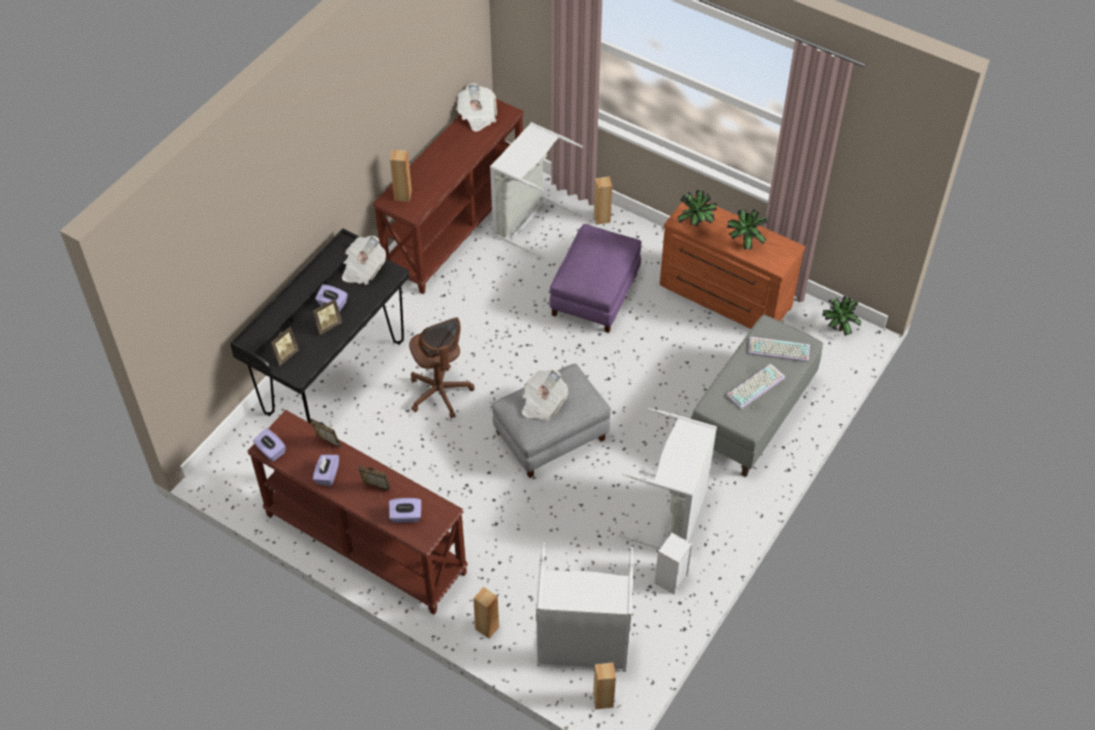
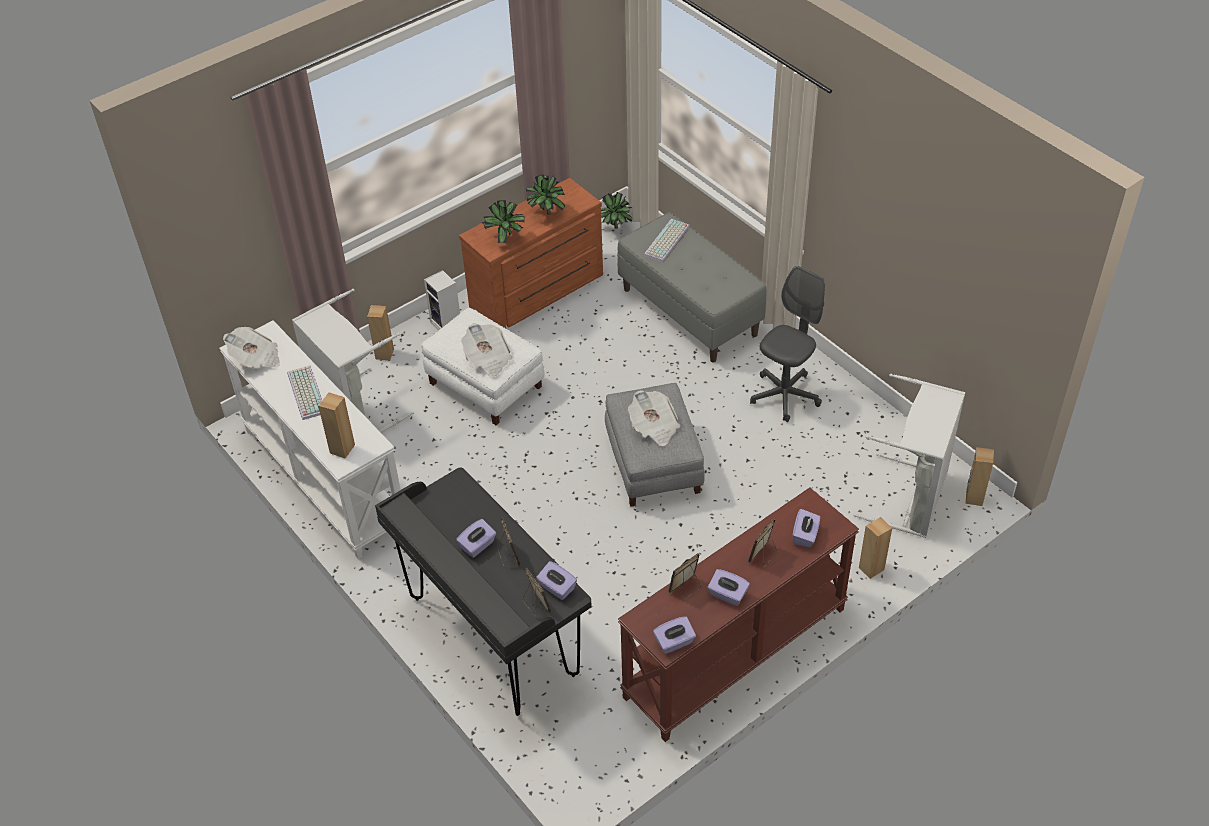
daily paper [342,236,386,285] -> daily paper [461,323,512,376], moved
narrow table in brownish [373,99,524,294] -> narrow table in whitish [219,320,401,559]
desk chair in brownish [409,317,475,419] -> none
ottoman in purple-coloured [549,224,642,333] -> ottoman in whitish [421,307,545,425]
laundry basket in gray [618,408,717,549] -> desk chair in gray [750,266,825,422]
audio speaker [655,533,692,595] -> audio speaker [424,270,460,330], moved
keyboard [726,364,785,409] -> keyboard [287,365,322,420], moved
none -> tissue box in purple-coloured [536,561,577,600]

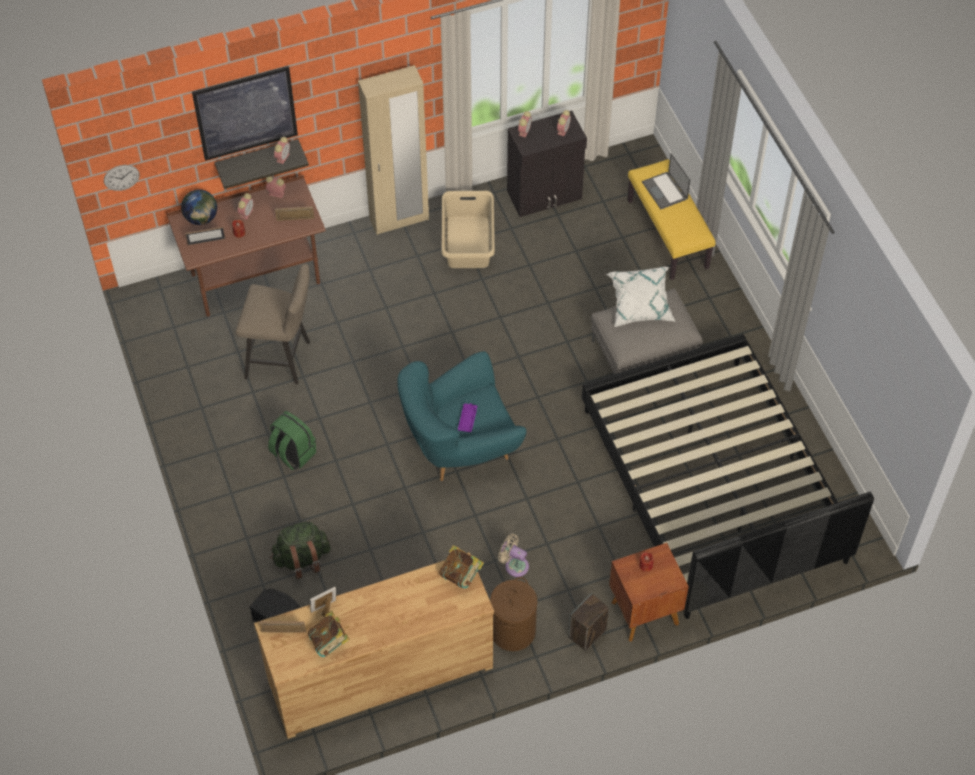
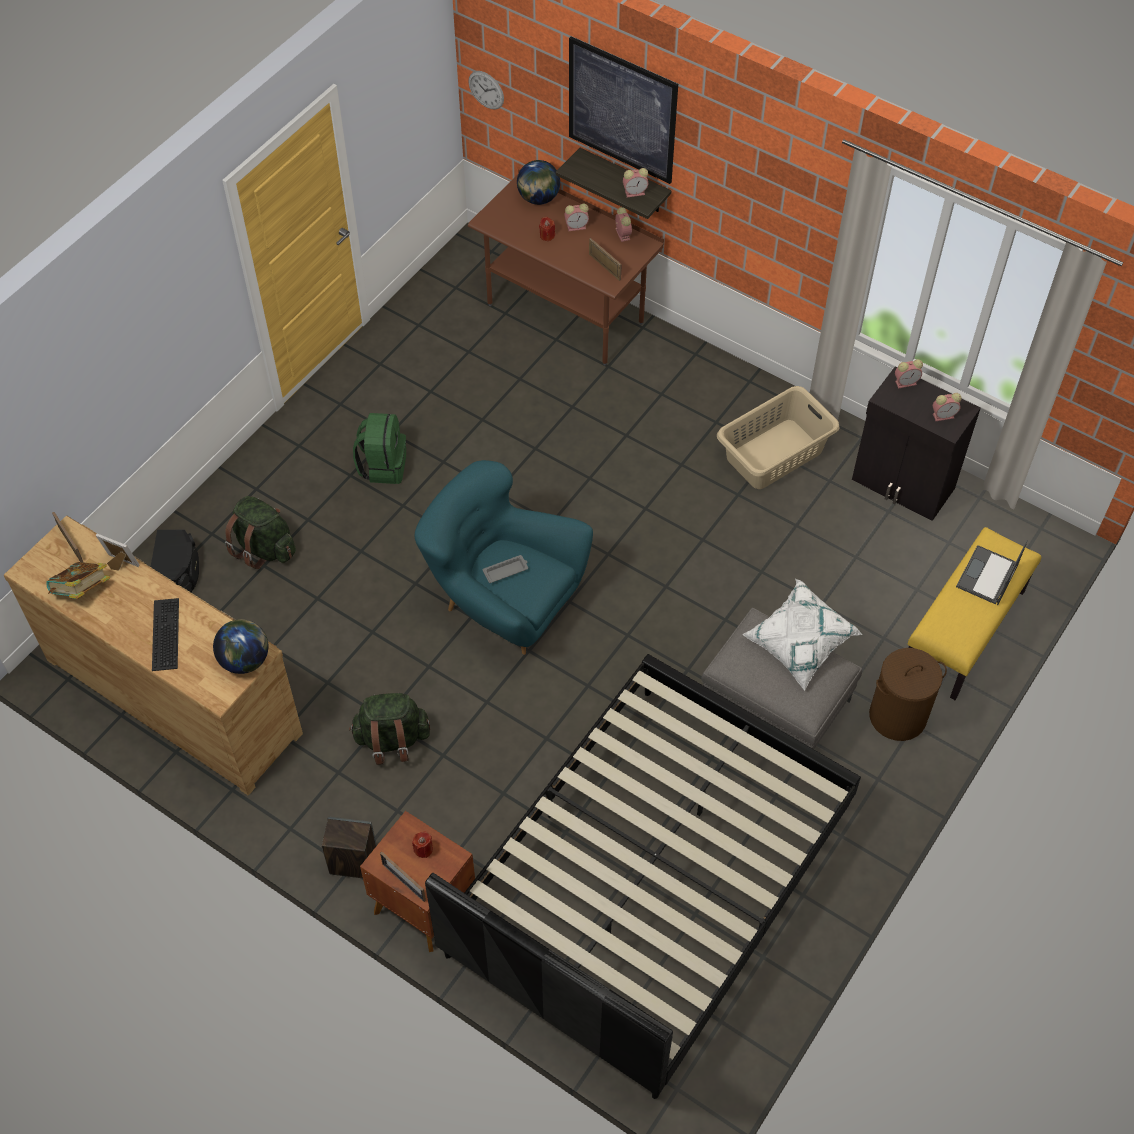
standing frame [185,227,225,245] -> standing frame [380,852,426,902], moved
stool in sand-coloured [236,264,310,384] -> none
armoire in sand-coloured [358,65,429,235] -> none
book [439,545,484,588] -> desk globe [213,619,268,674]
carrying tray in purple-coloured [458,403,477,432] -> carrying tray in gray [482,555,528,583]
laundry basket in brownish [490,577,537,651] -> laundry basket in brownish [869,648,947,741], moved
electric fan in sand-coloured [498,534,529,577] -> rucksack in green-coloured [349,693,430,765]
none -> keyboard [152,598,179,671]

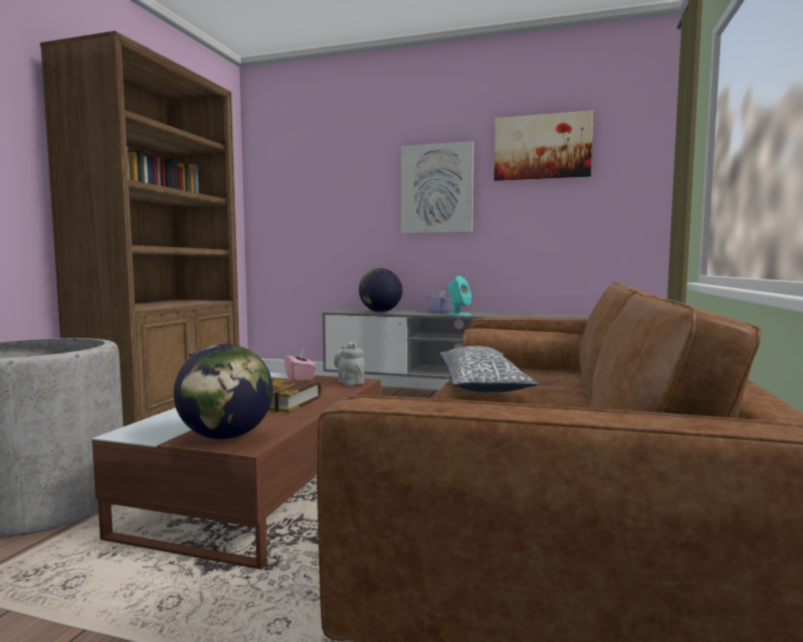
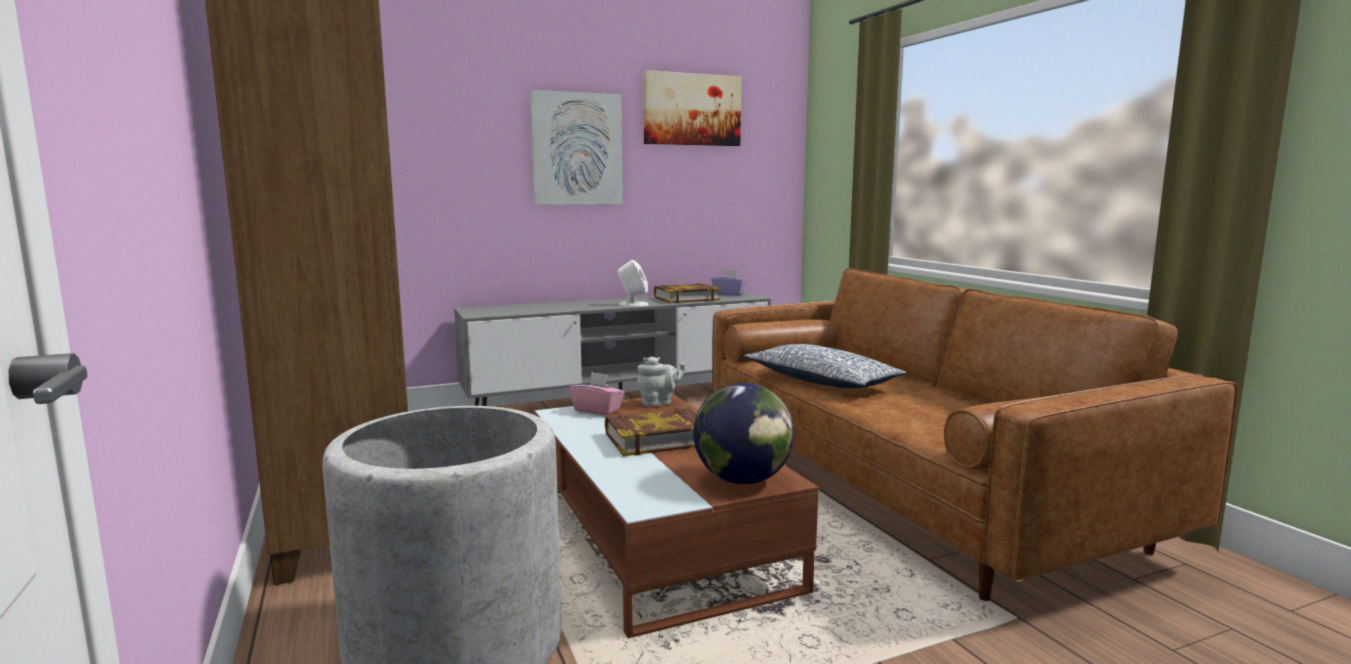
pot for tea in gray [334,341,365,386] -> pot for tea in gray [637,356,686,407], 135 degrees clockwise
desk globe [359,268,403,312] -> none
tissue box in purple-coloured [426,290,454,313] -> tissue box in purple-coloured [711,270,746,296], moved
audio speaker in turquoise-coloured [447,276,472,316] -> audio speaker in whitish [618,260,649,306]
none -> book [654,283,720,303]

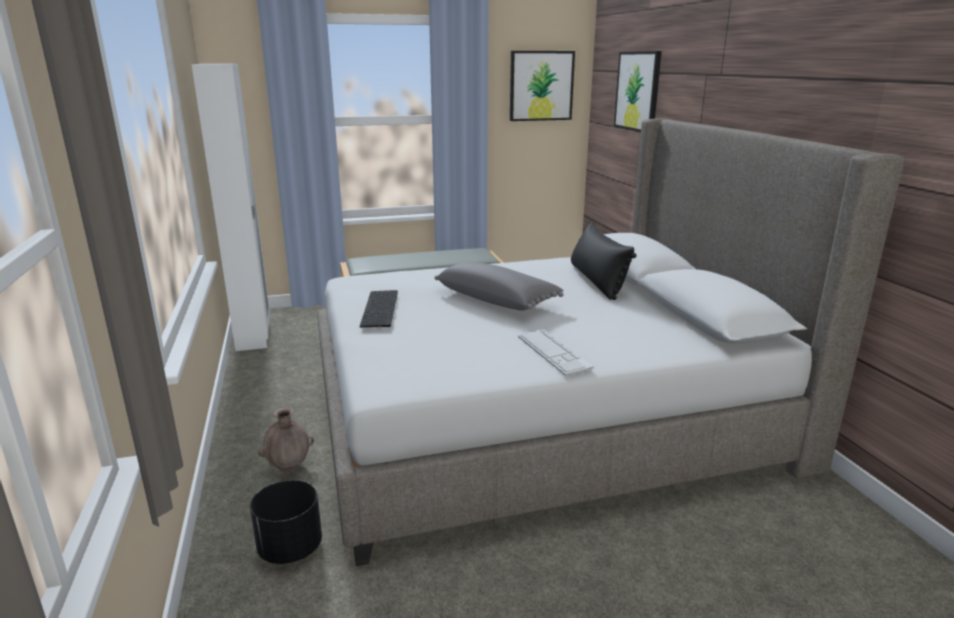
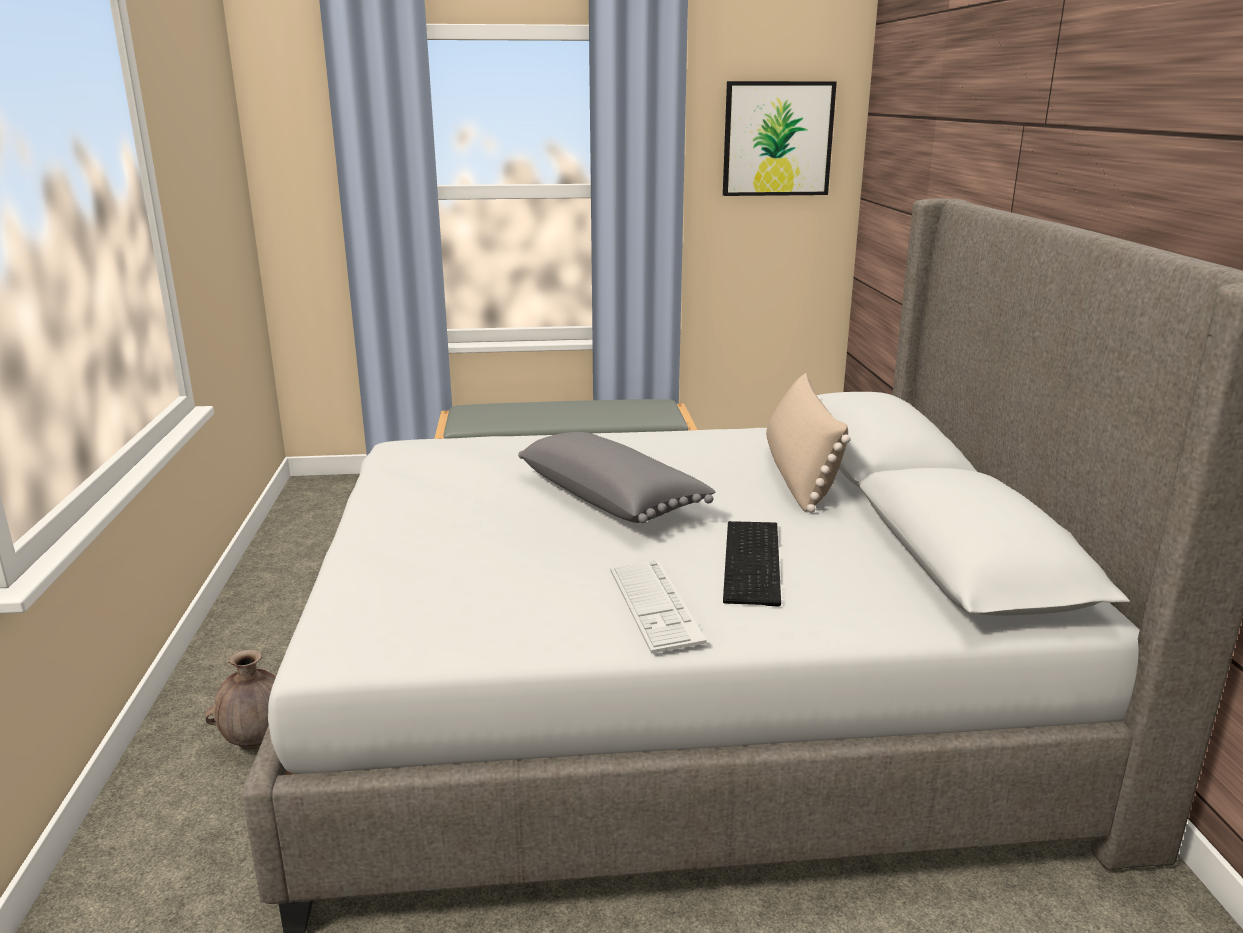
armoire in whitish [191,64,270,351] -> none
flower pot in black-coloured [250,480,322,564] -> none
keyboard [360,290,398,328] -> keyboard [723,521,781,607], moved
throw pillow in black-coloured [571,222,637,300] -> throw pillow in sand-coloured [766,373,851,513]
picture [614,51,662,132] -> none

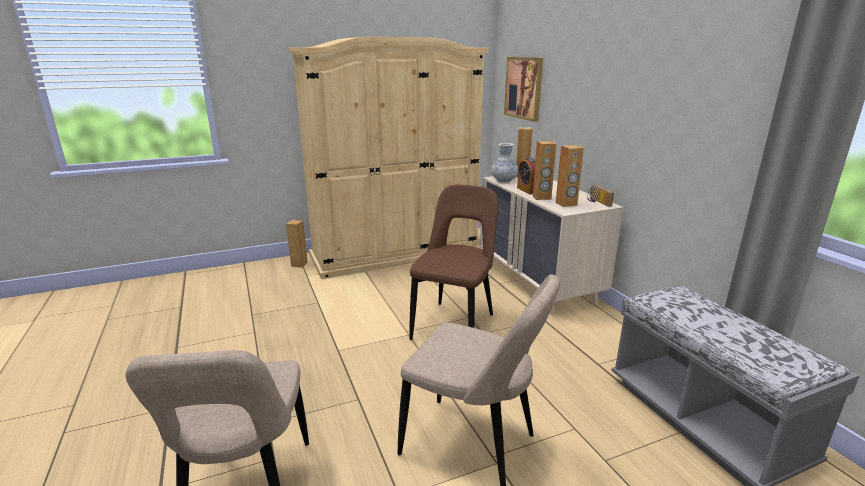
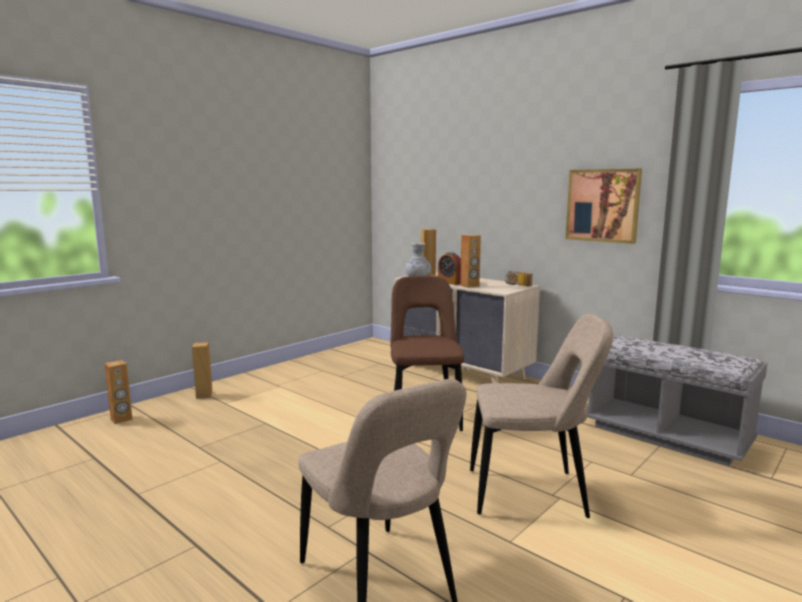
armoire in sand-coloured [289,37,489,279] -> none
picture [504,57,543,122] -> picture [565,169,642,244], moved
audio speaker in brownish [556,145,584,207] -> audio speaker in brownish [104,360,133,424], moved

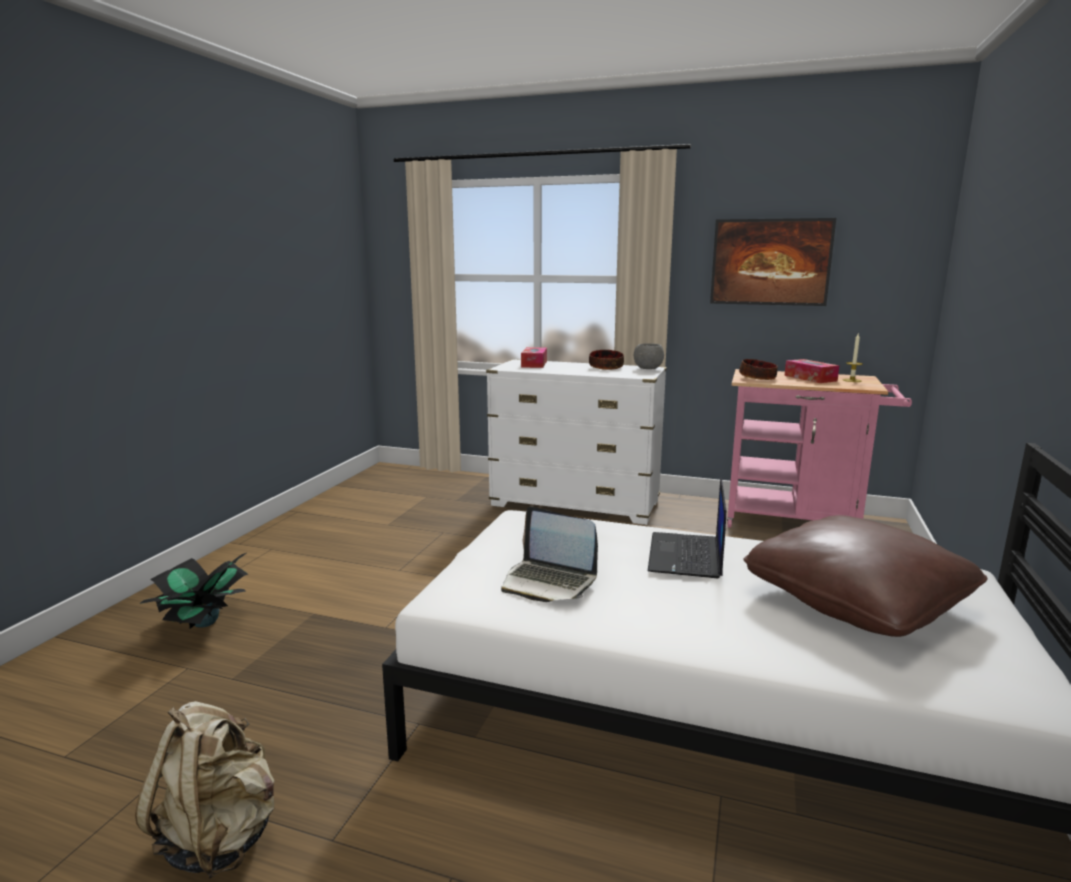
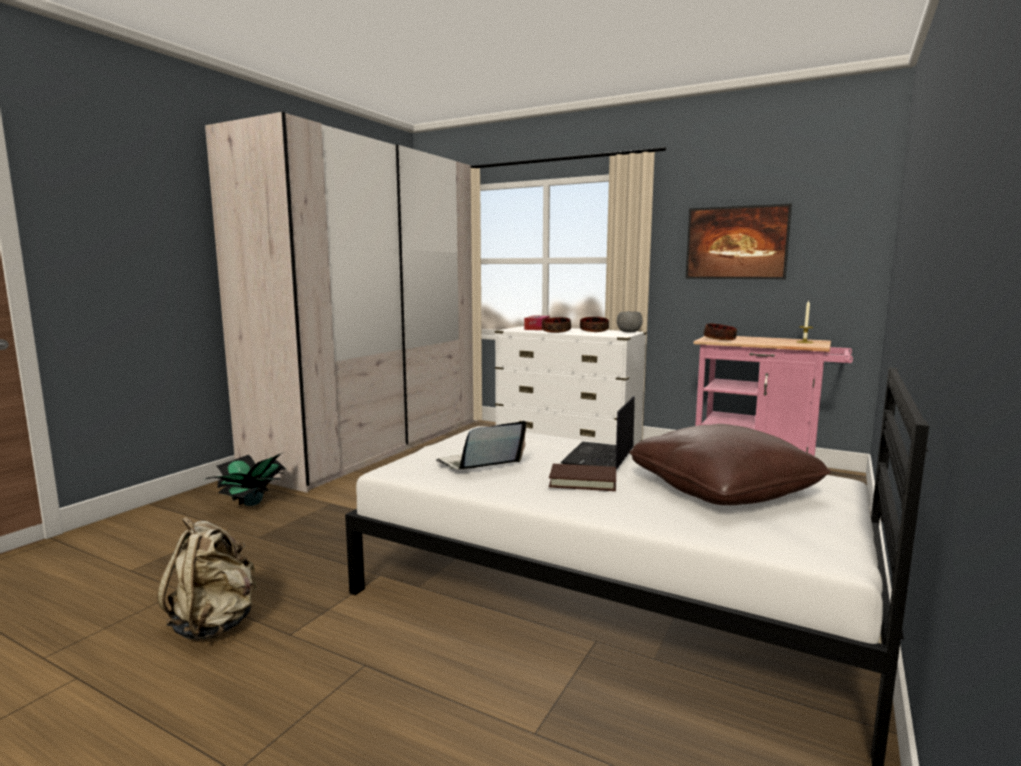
notebook computer [501,506,598,602] -> notebook computer [436,421,527,469], 105 degrees clockwise
tissue box [784,359,839,383] -> none
none -> armoire in sand-coloured [205,112,478,493]
none -> serving bowl [542,317,571,333]
none -> book in brownish [549,464,616,491]

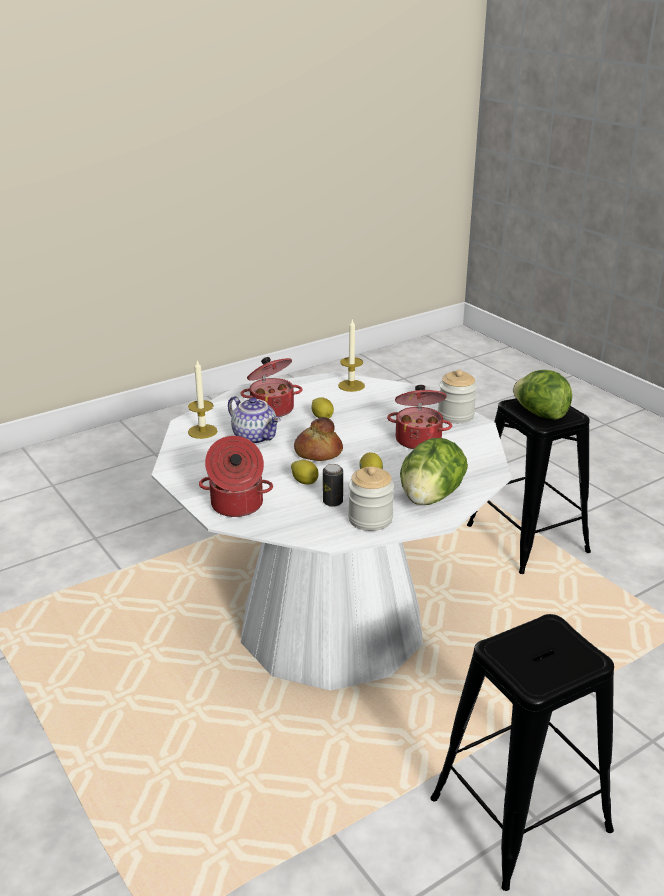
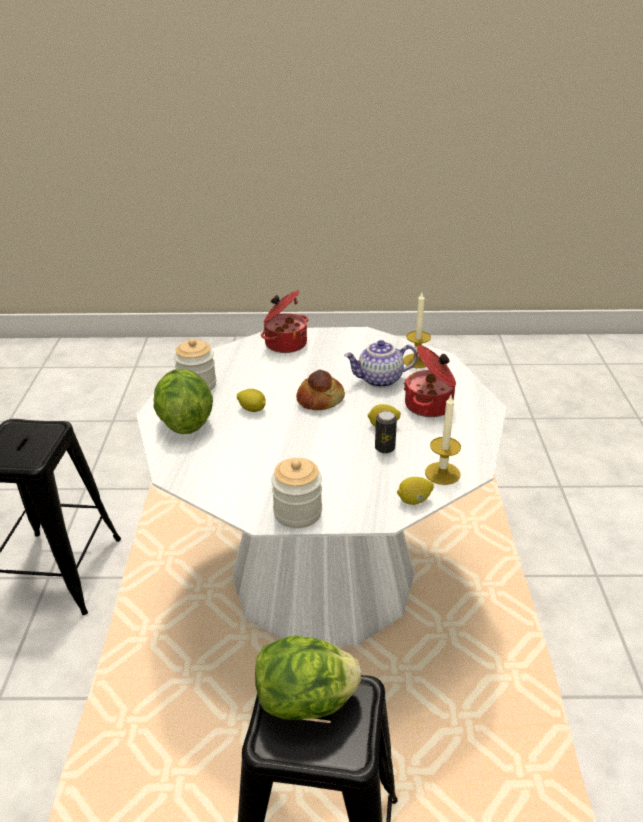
citrus fruit [291,460,319,484] -> citrus fruit [397,477,434,505], moved
sealed can [323,464,343,507] -> sealed can [375,411,397,453], moved
saucepot [387,385,452,449] -> none

